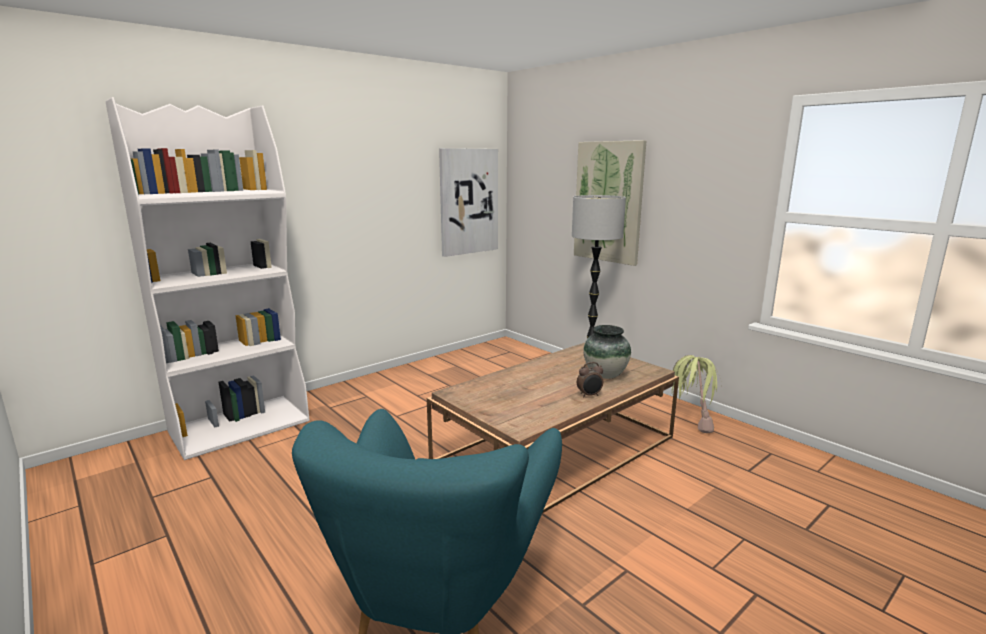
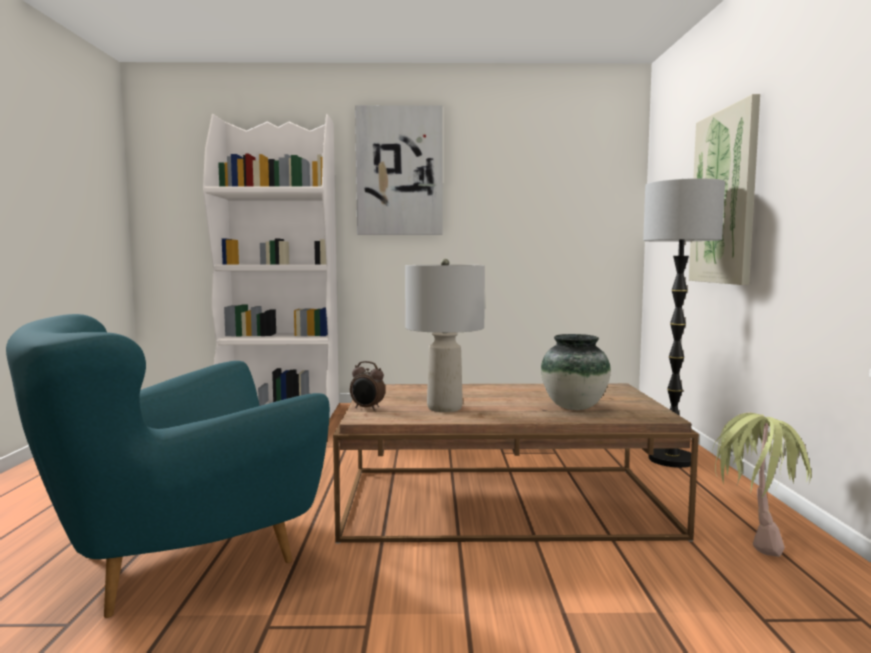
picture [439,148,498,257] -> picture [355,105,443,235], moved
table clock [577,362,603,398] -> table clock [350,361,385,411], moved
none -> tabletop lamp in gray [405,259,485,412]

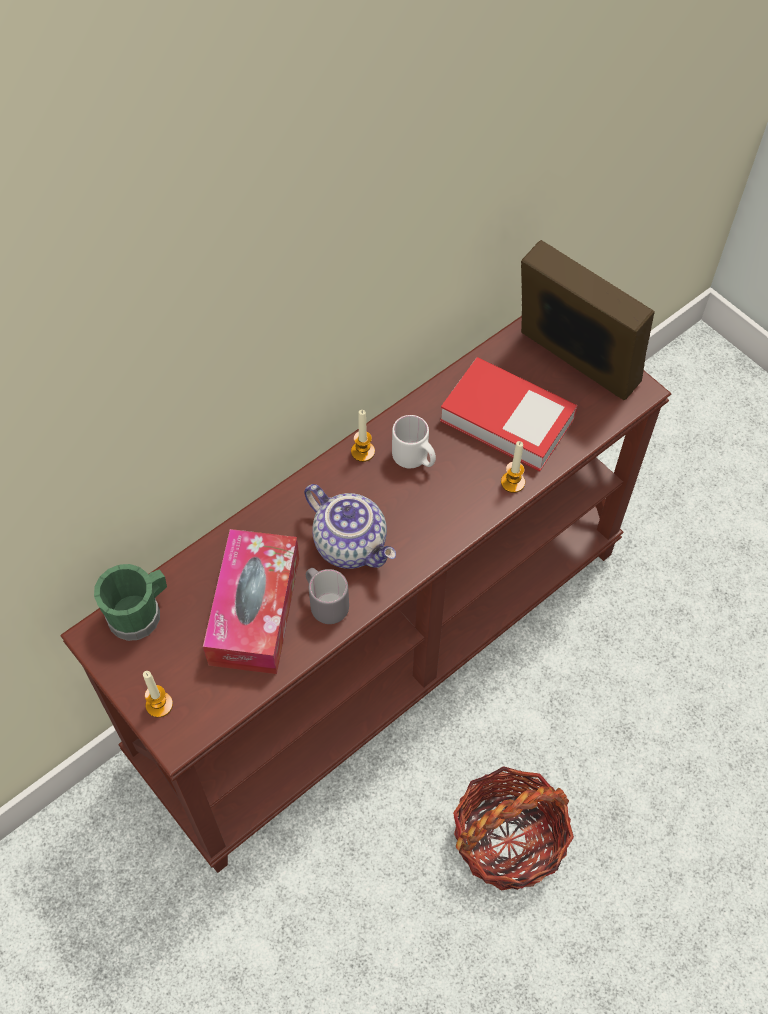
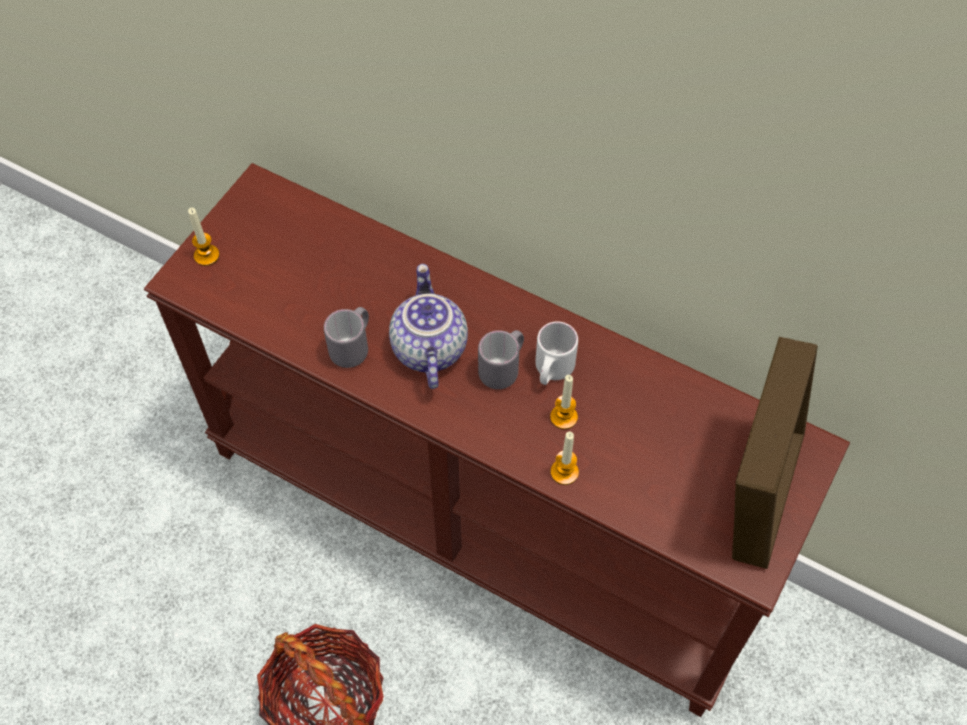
mug in green-coloured [94,564,167,641] -> none
tissue box [203,529,299,674] -> none
pot for tea [304,484,396,569] -> pot for tea [389,264,468,389], 150 degrees clockwise
wax light [351,410,375,462] -> wax light [550,375,578,429], moved
book [440,357,578,471] -> none
none -> mug in gray [478,330,524,389]

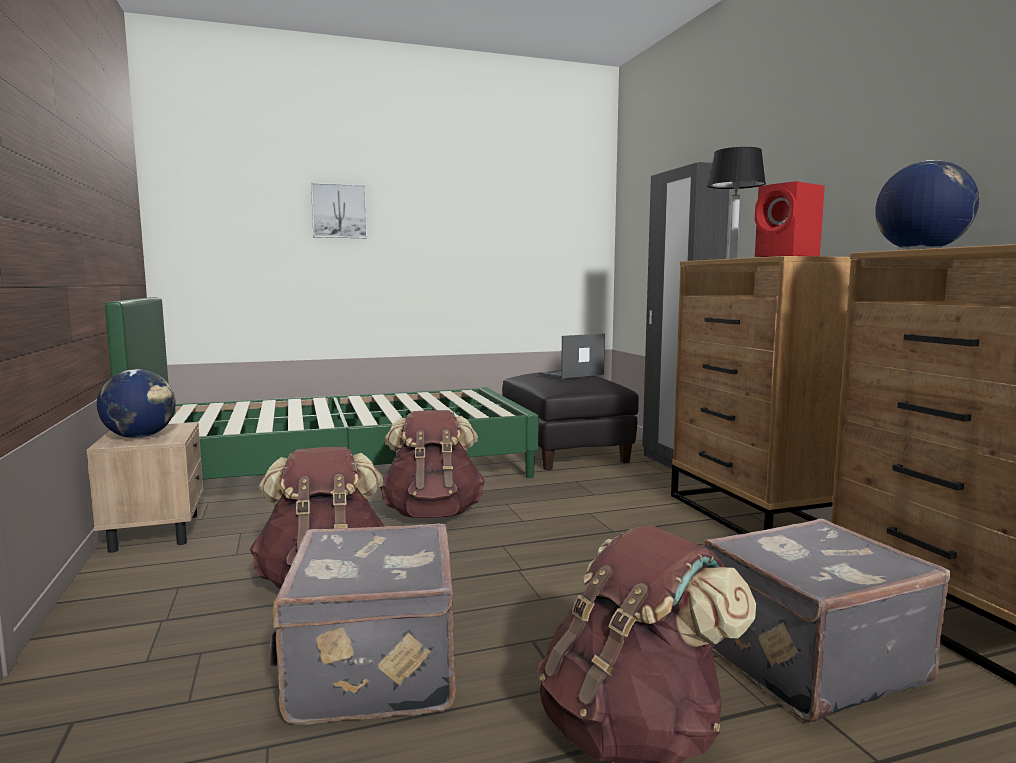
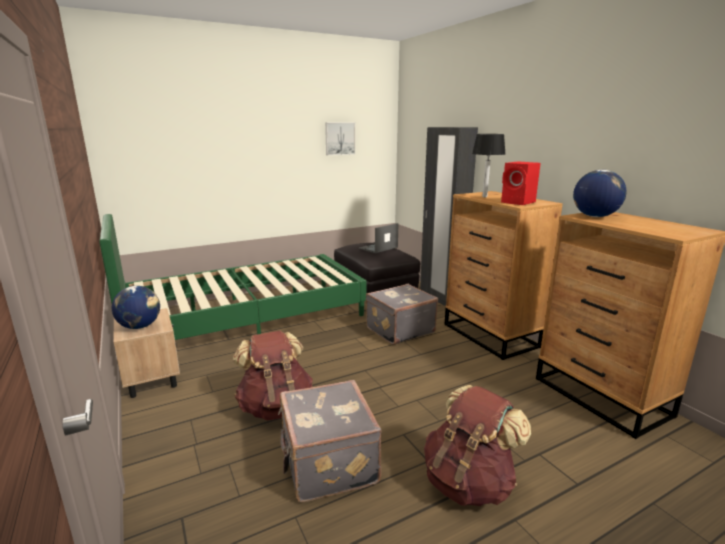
picture [311,182,367,238] -> picture [325,122,355,155], moved
rucksack in brownish [380,410,485,518] -> none
piece of luggage in gray [703,518,951,723] -> piece of luggage in gray [366,284,438,345], moved

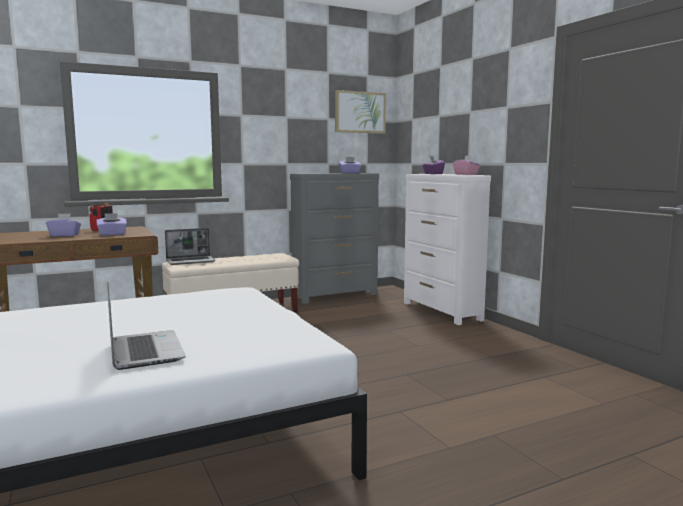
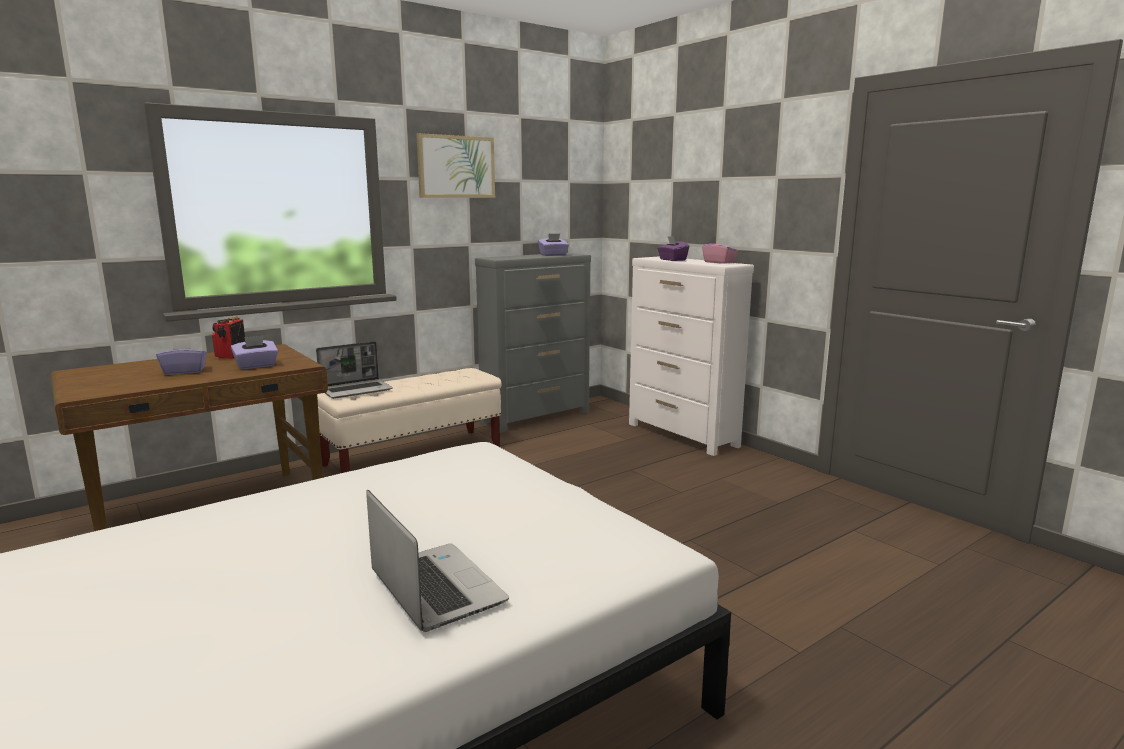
picture [335,90,386,134] -> picture [416,133,495,198], moved

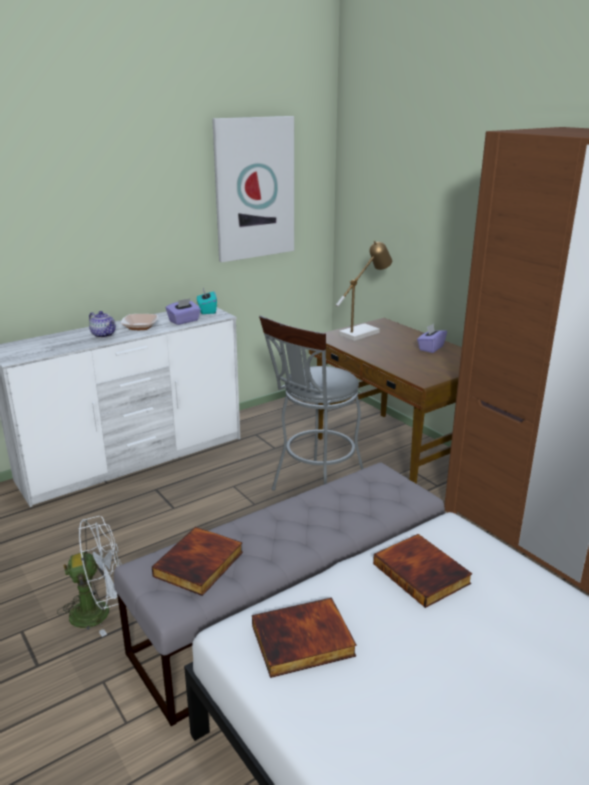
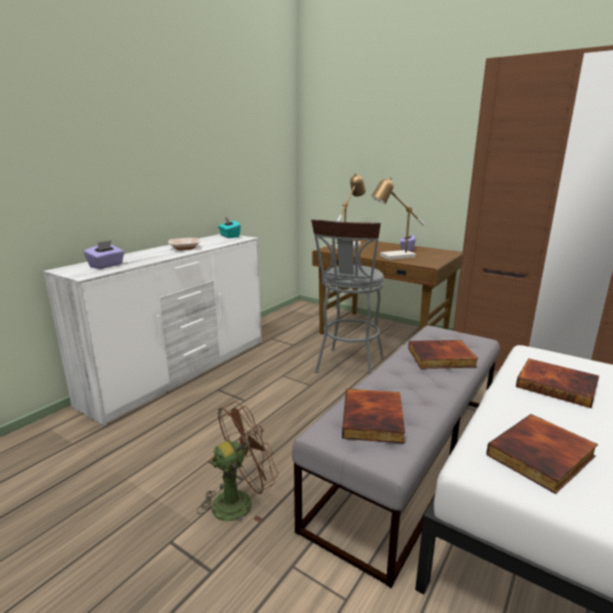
electric fan in whitish [57,516,122,637] -> electric fan in brownish [197,402,278,523]
pot for tea [89,311,116,338] -> none
tissue box in purple-coloured [166,298,201,325] -> tissue box in purple-coloured [84,240,124,269], moved
picture [212,116,294,262] -> none
none -> tabletop lamp [371,177,425,260]
none -> book [408,340,478,369]

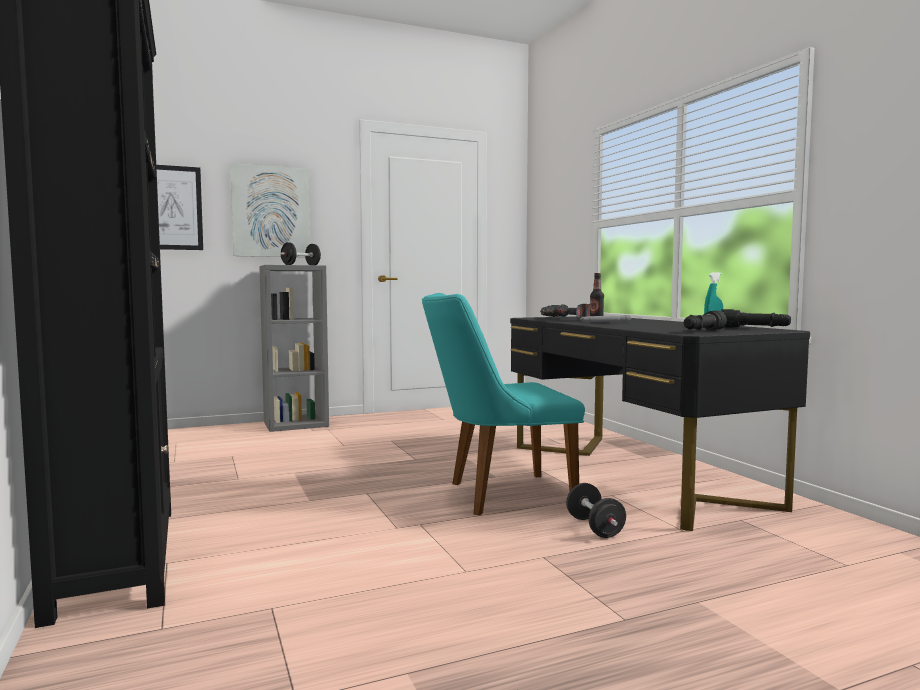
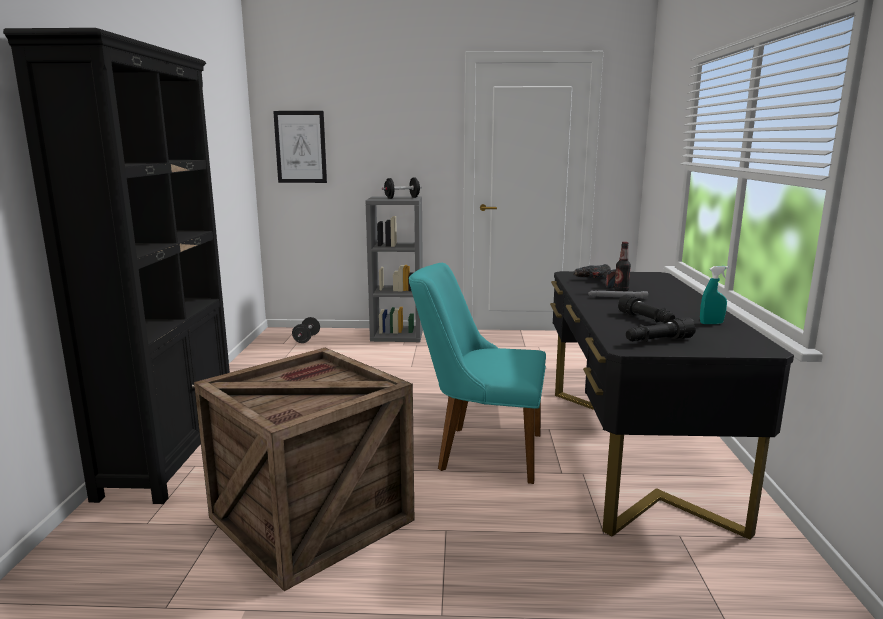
picture [230,163,310,257] -> none
dumbbell in black-coloured [566,483,626,538] -> dumbbell in black-coloured [292,317,320,343], moved
flashlight in black-coloured [721,309,791,328] -> flashlight in black-coloured [618,295,675,323], moved
none -> shipping crate [194,348,414,591]

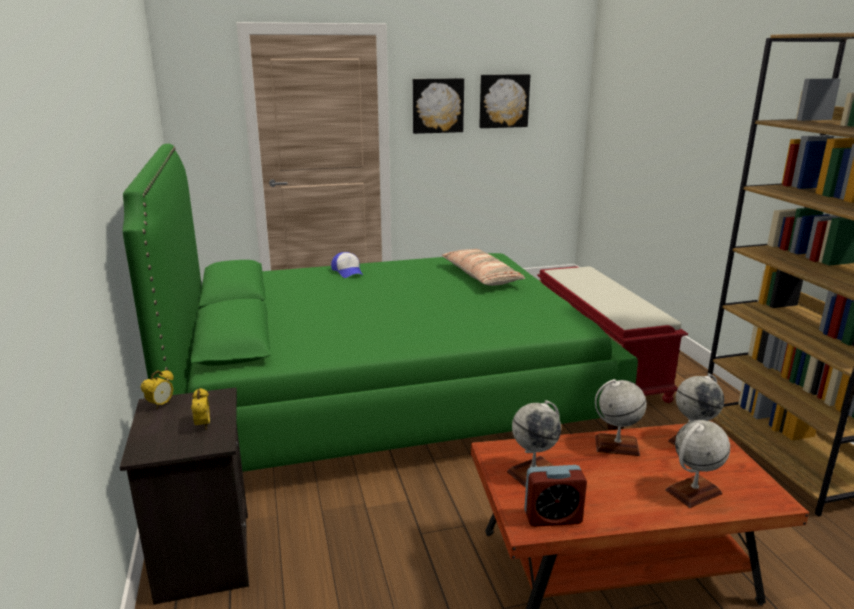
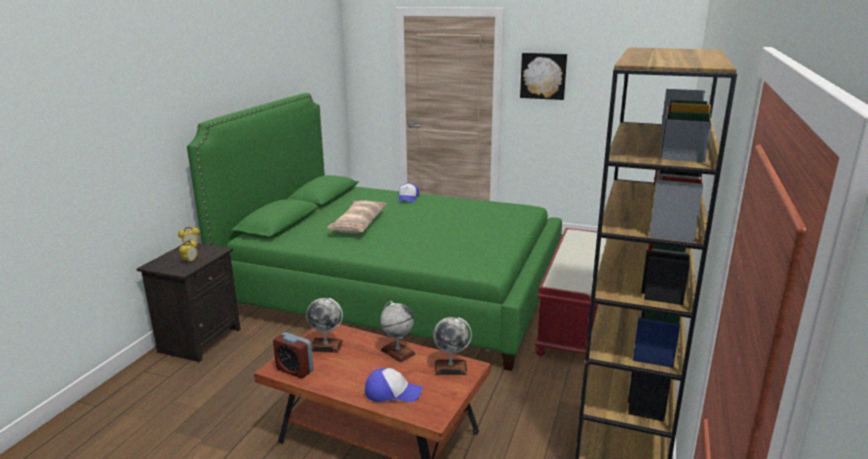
throw pillow [442,249,525,286] -> throw pillow [327,200,387,233], moved
picture [479,74,531,128] -> none
desk globe [665,420,730,508] -> baseball cap [365,368,422,402]

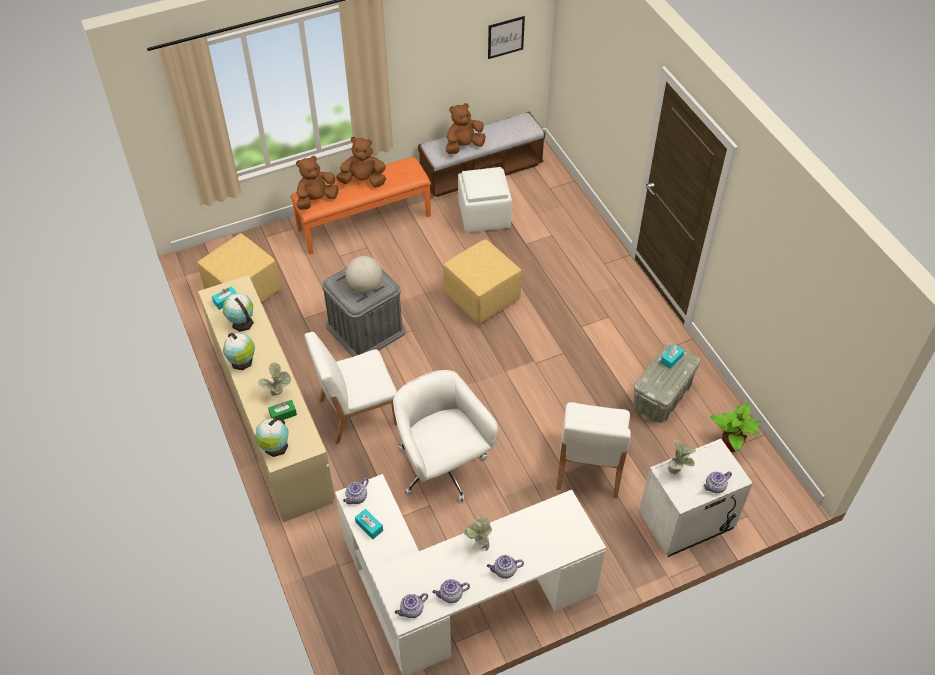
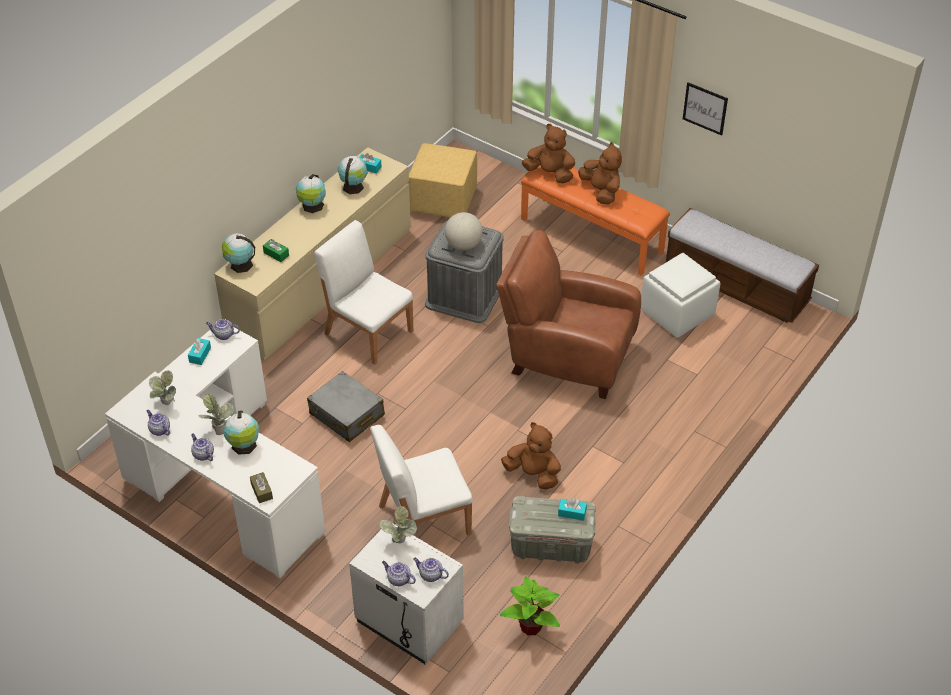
potted plant [258,363,291,396] -> potted plant [149,371,176,405], moved
desk chair in whitish [393,370,498,502] -> piece of luggage in gray [307,371,385,442]
pot for tea [395,593,428,618] -> pot for tea [413,558,449,582], moved
ottoman in yellow-coloured [443,239,522,325] -> armchair in brownish [496,230,641,399]
plush toy in brownish [446,103,486,154] -> plush toy in brownish [501,422,561,489], moved
picture [488,16,525,59] -> picture [683,82,728,136], moved
none -> desk globe [224,411,259,455]
none -> tissue box in brownish [250,472,273,503]

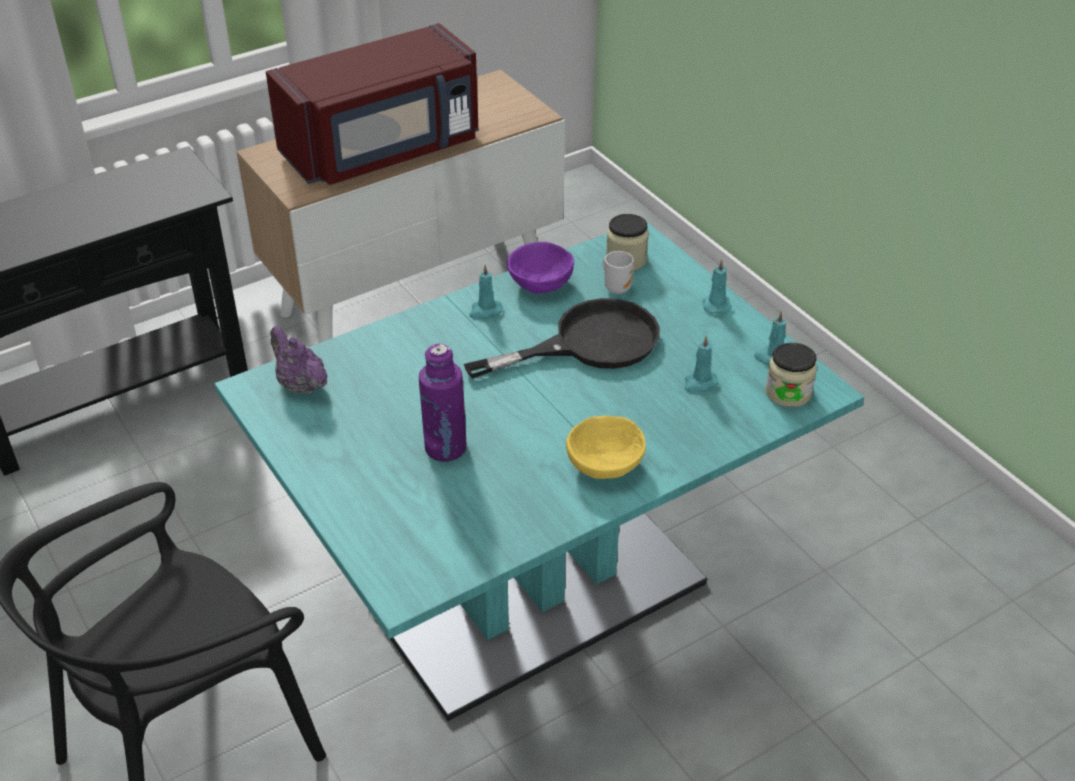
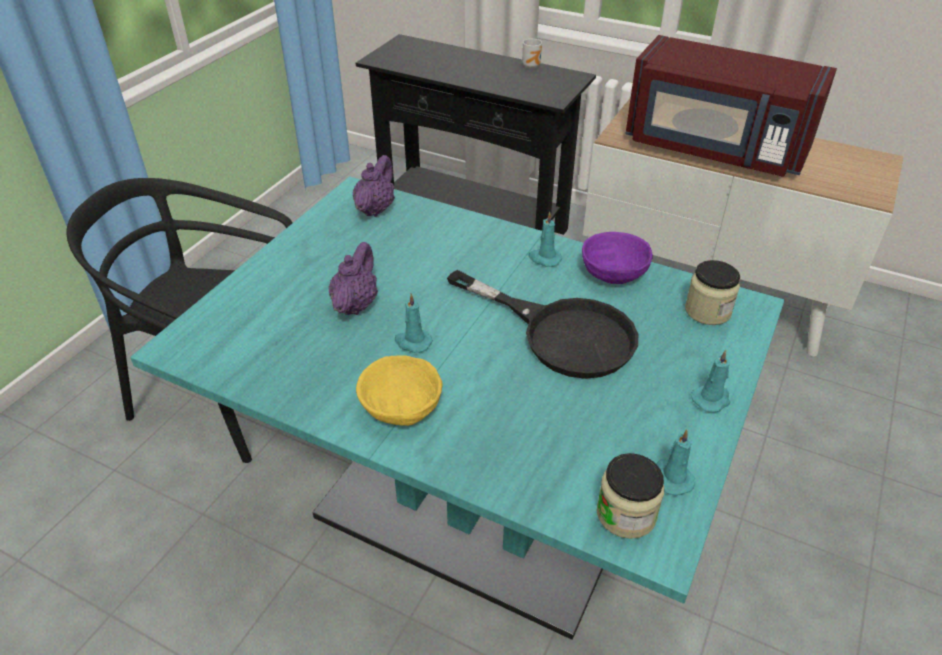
beverage bottle in purple-coloured [419,344,466,462] -> pot for tea in purple-coloured [329,242,378,315]
mug [603,251,634,294] -> mug [522,39,542,69], moved
wax light in turquoise-coloured [684,336,719,393] -> wax light in turquoise-coloured [395,293,433,353], moved

